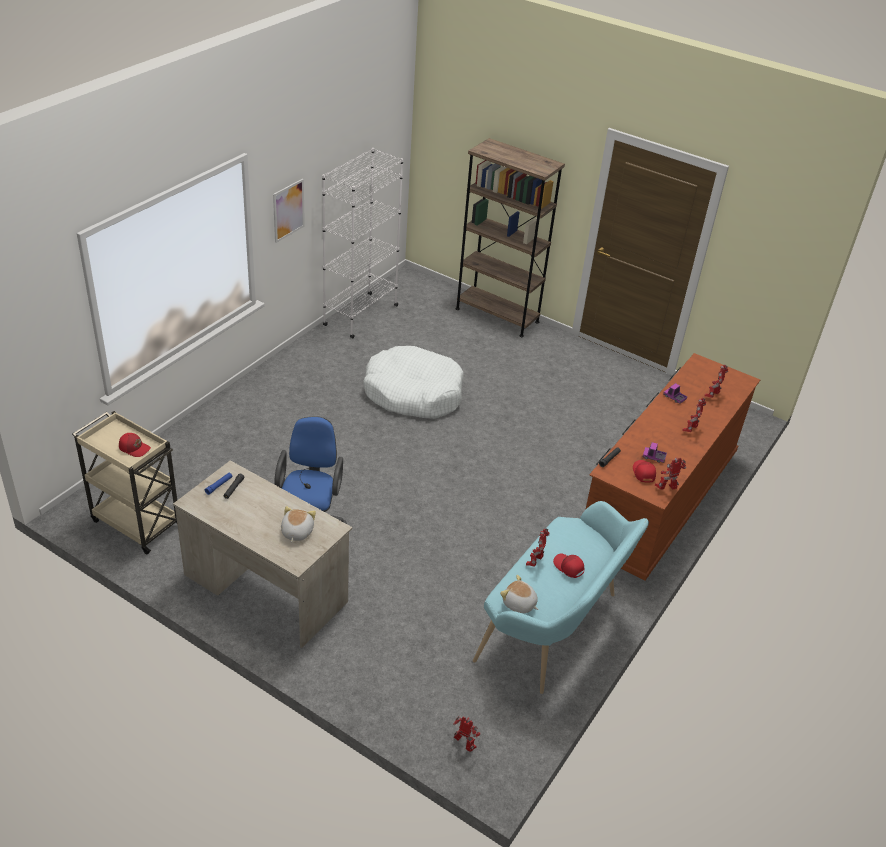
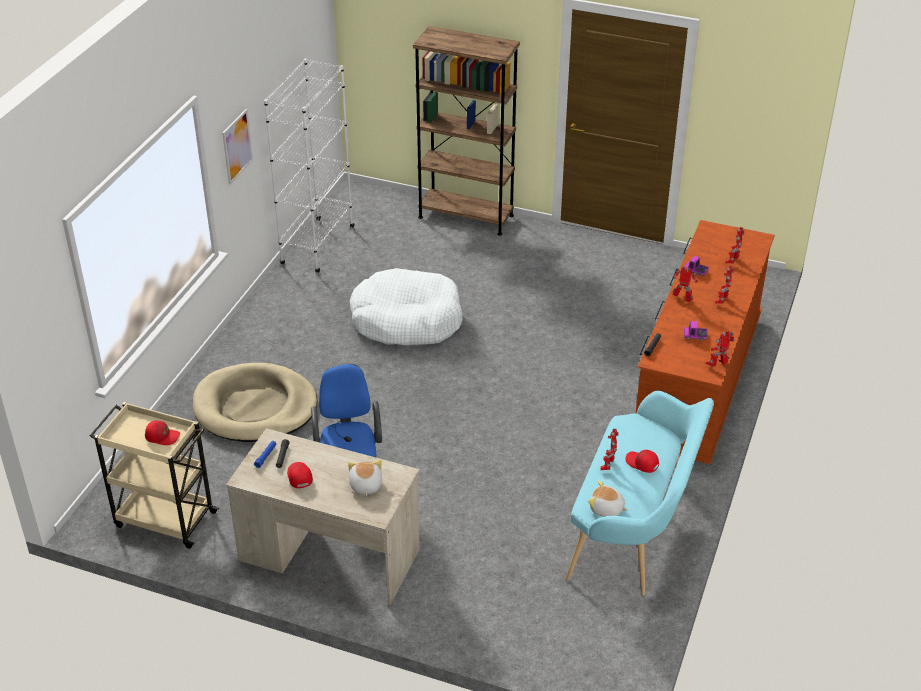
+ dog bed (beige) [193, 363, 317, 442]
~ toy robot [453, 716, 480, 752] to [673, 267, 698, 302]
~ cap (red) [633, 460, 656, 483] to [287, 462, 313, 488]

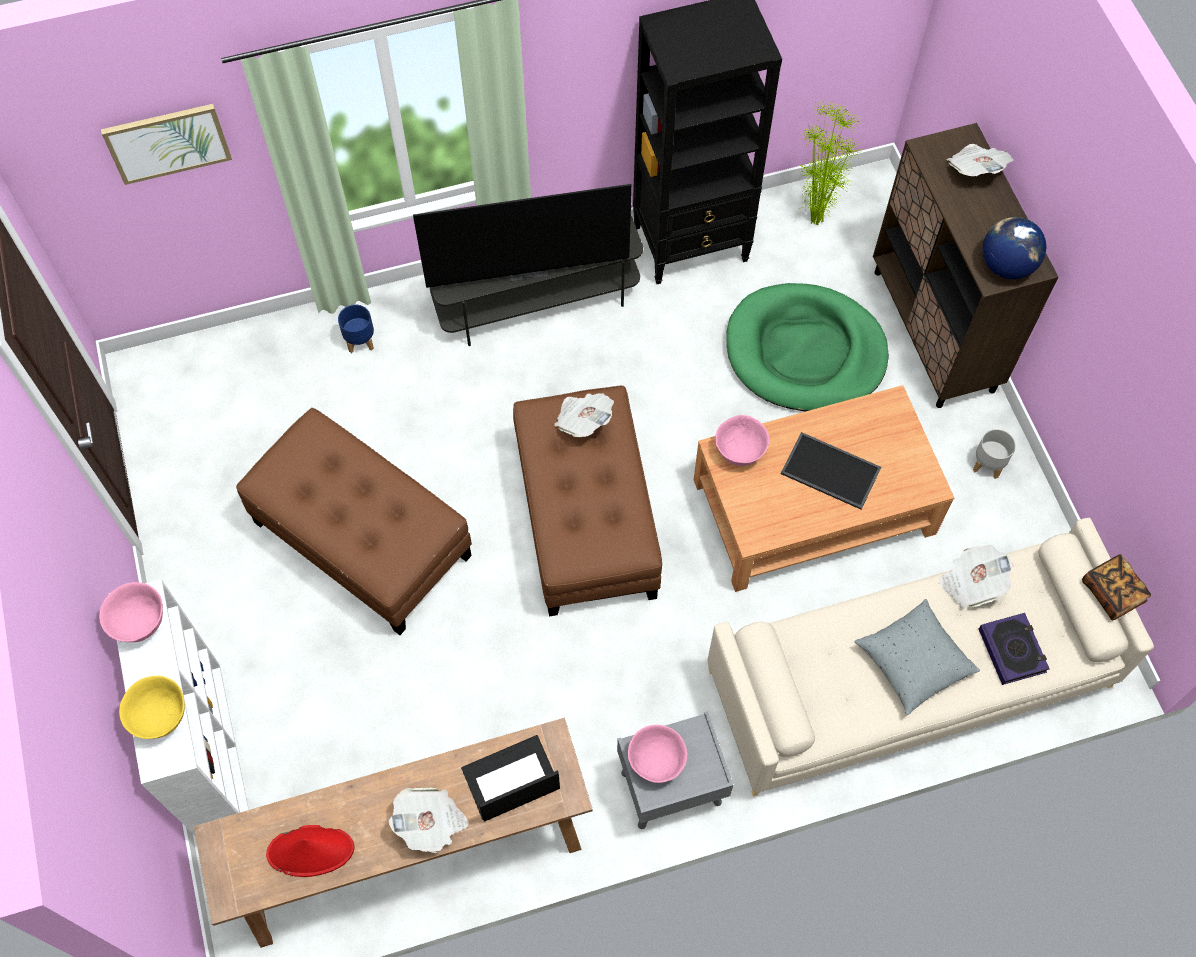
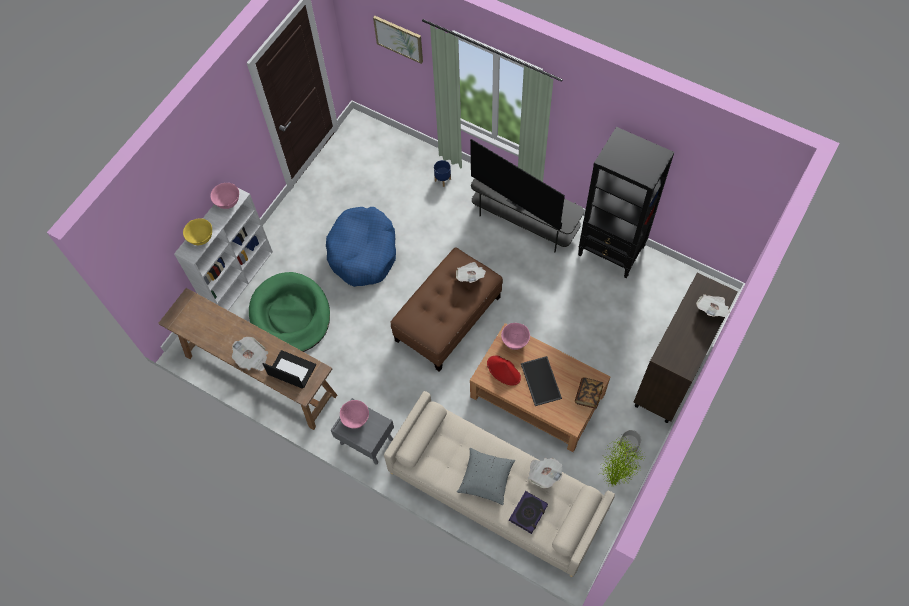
- globe [982, 217, 1046, 279]
~ hat (red) [266, 825, 354, 877] to [487, 355, 521, 386]
~ dog bed (green) [726, 283, 889, 412] to [249, 272, 330, 352]
~ potted plant [795, 101, 860, 225] to [600, 435, 645, 487]
~ book [1082, 554, 1151, 620] to [575, 377, 603, 409]
~ ottoman (brown) [236, 408, 472, 635] to dog bed (blue) [326, 207, 396, 287]

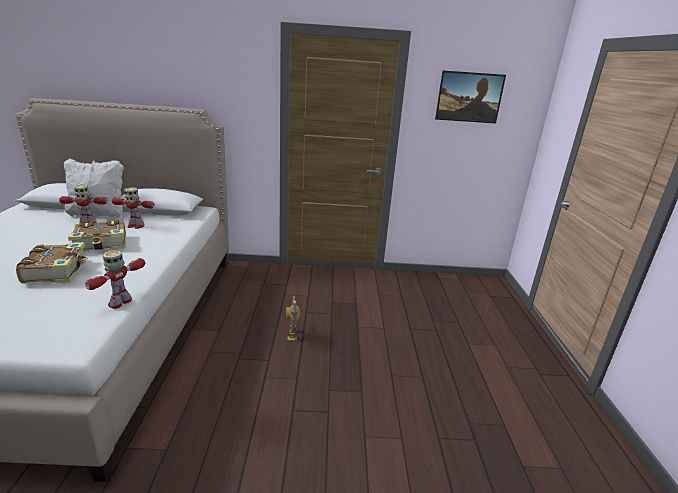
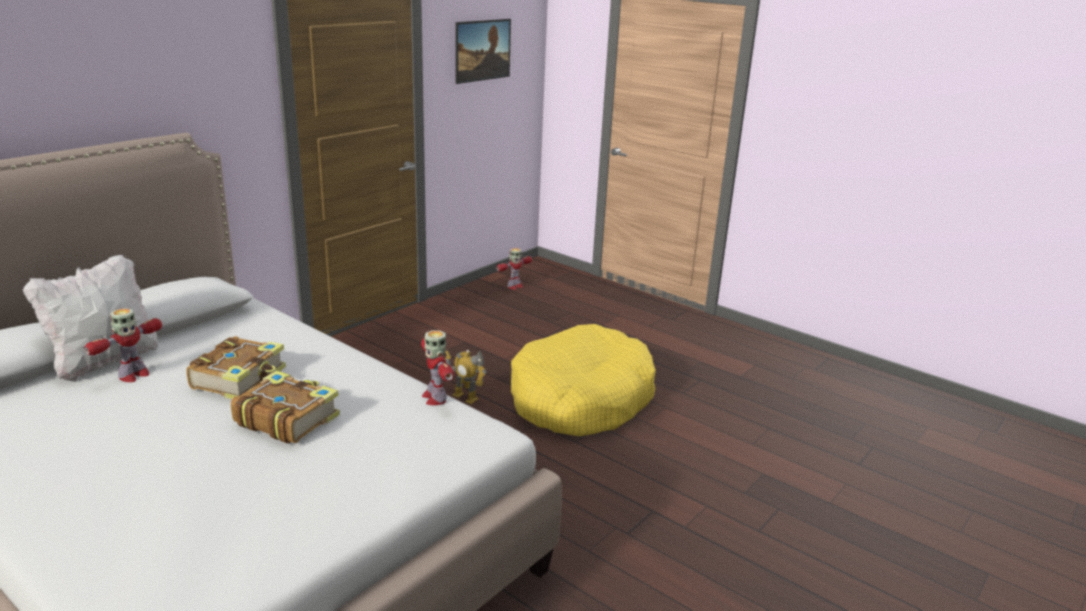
+ dog bed (yellow) [511, 324, 656, 436]
~ toy robot [112, 187, 155, 229] to [496, 248, 532, 290]

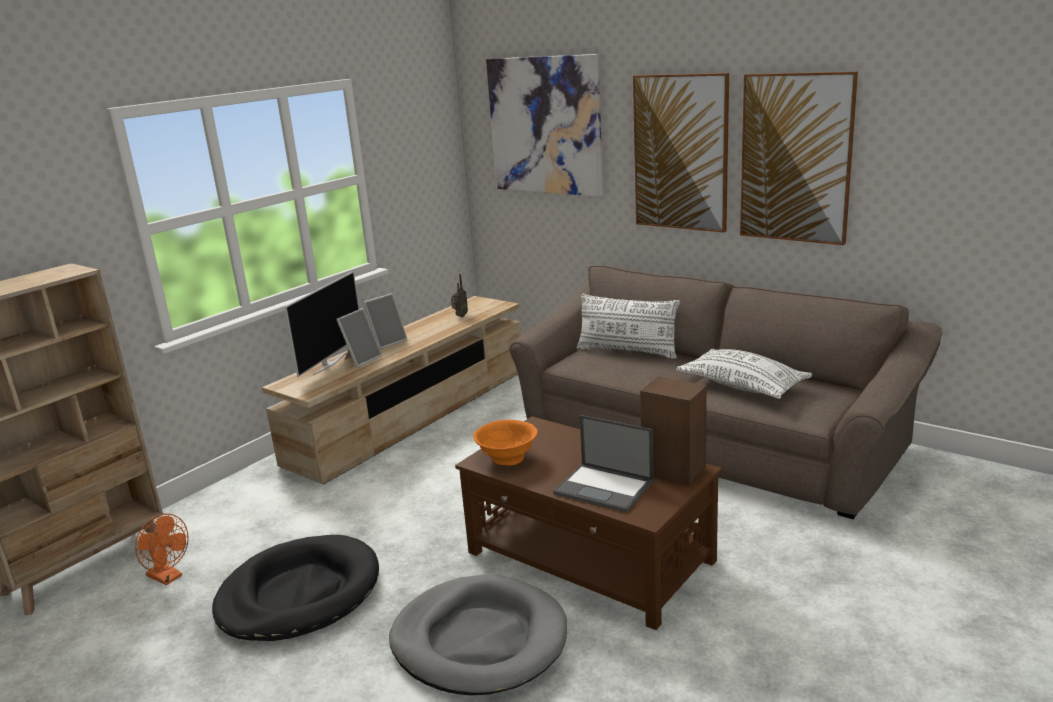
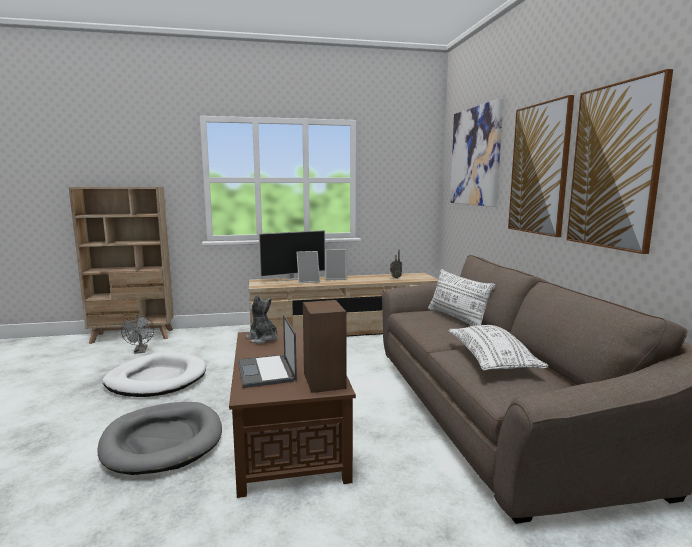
~ bowl (orange) [473, 420, 538, 466] to plush toy [246, 295, 278, 344]
~ fan (orange) [135, 514, 189, 585] to fan (grey) [121, 315, 154, 354]
~ dog bed (black) [212, 535, 379, 641] to dog bed (white) [102, 352, 206, 397]

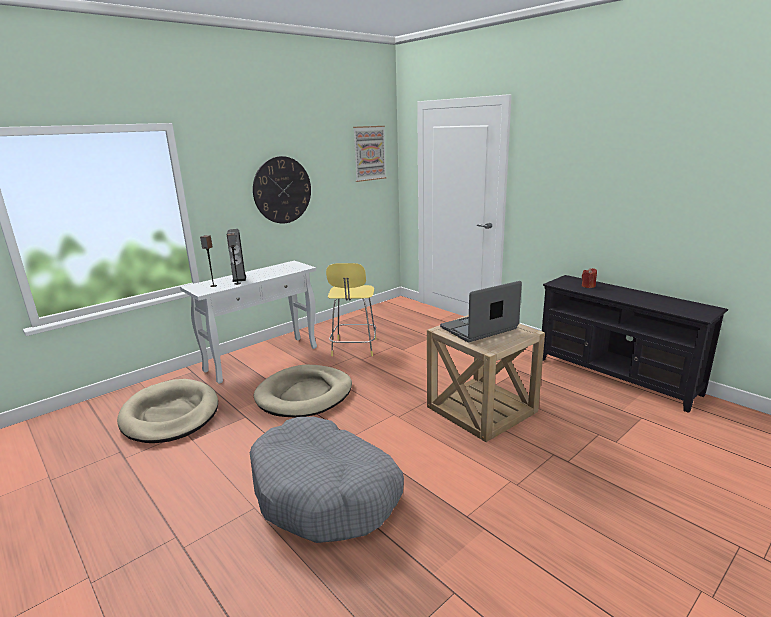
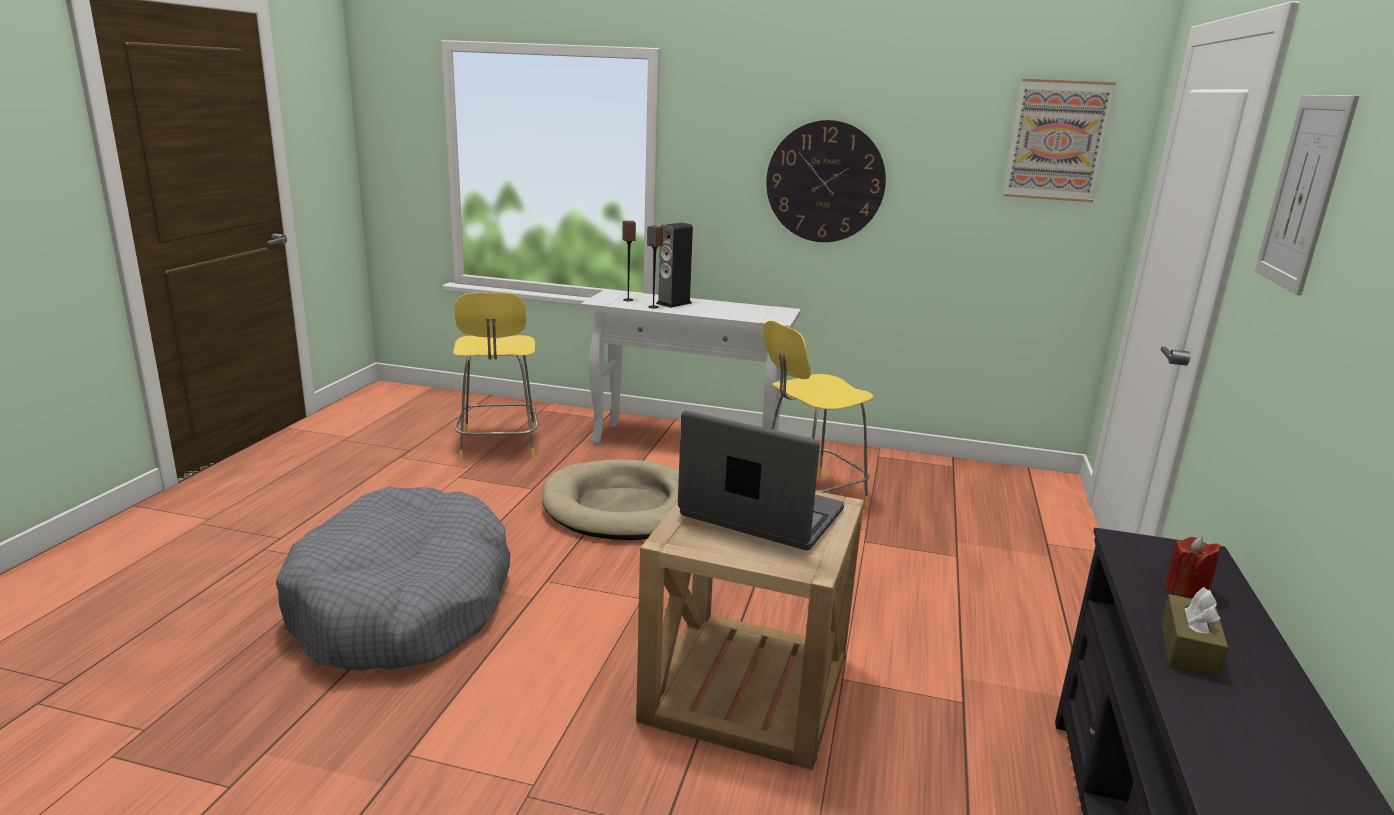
+ tissue box (brown) [1161, 587, 1228, 678]
+ picture [1255, 95, 1360, 296]
~ dog bed (beige) [117, 379, 218, 443] to stool (yellow) [453, 293, 538, 460]

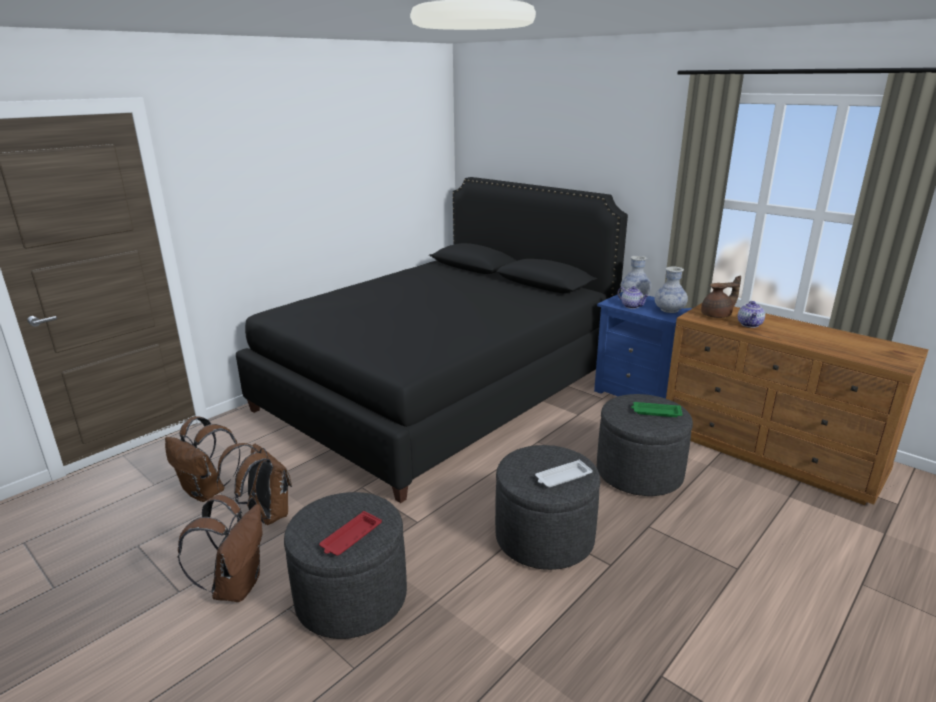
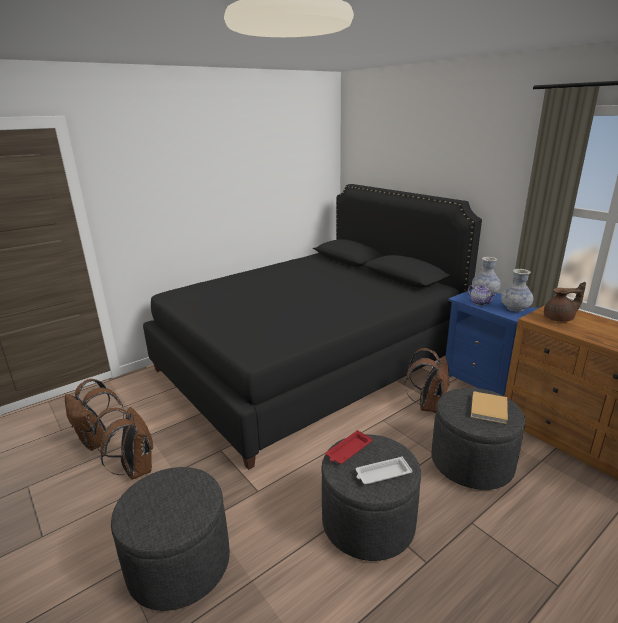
- teapot [738, 301, 765, 328]
~ backpack (brown) [178, 495, 263, 602] to [404, 348, 449, 413]
~ tray (red) [319, 511, 382, 556] to [326, 430, 373, 464]
~ tray (green) [631, 402, 683, 417] to book (beige) [471, 391, 508, 424]

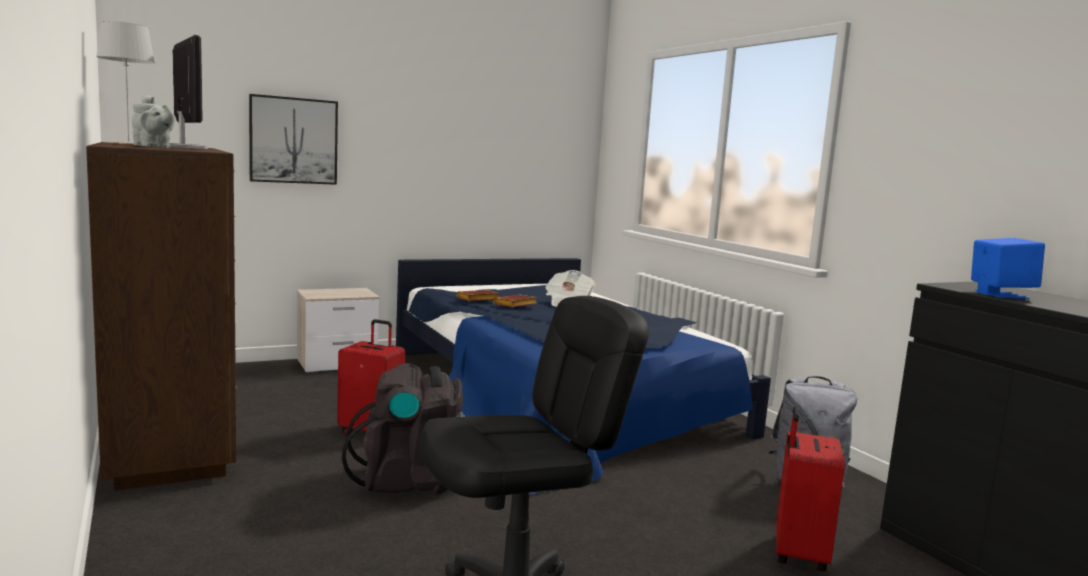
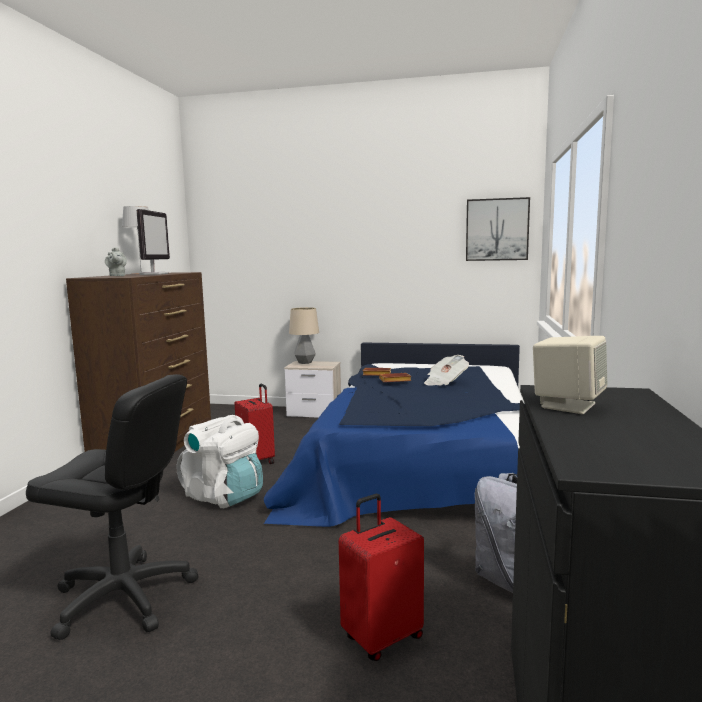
+ table lamp [289, 307, 319, 364]
~ picture [249, 94, 338, 185] to [466, 197, 530, 261]
~ backpack (black) [342, 363, 464, 494] to backpack (white) [176, 415, 263, 508]
~ speaker (blue) [971, 238, 1045, 299] to speaker (beige) [533, 336, 607, 414]

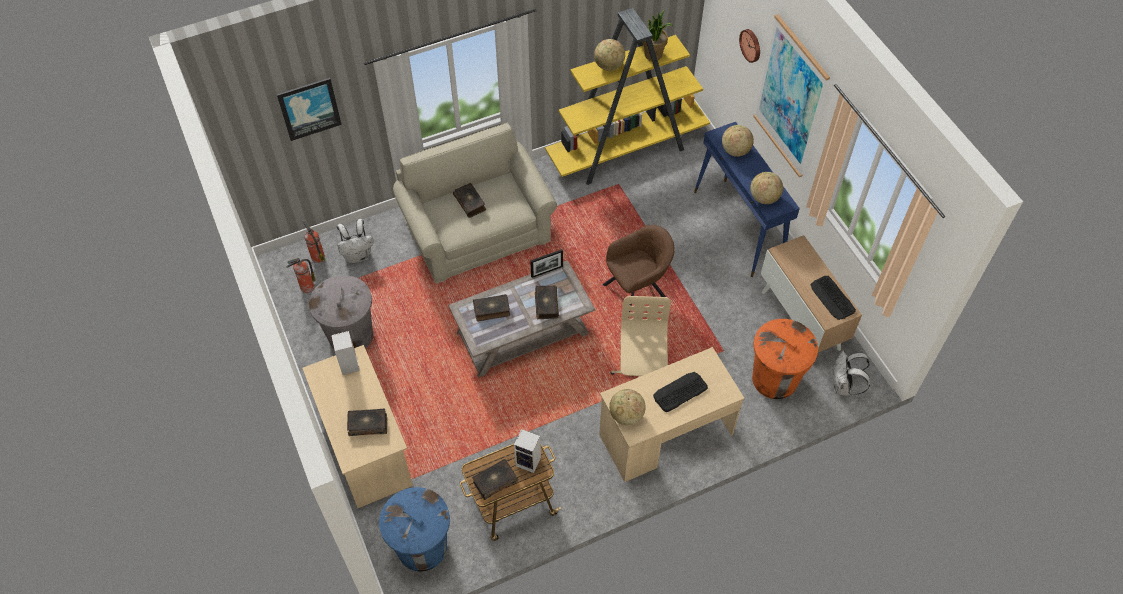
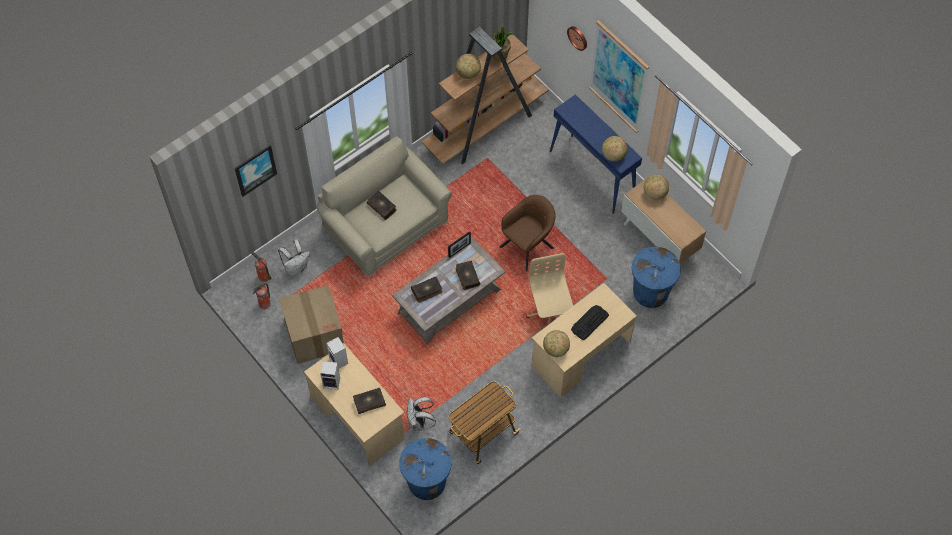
- book [472, 459, 518, 500]
- keyboard [810, 276, 856, 320]
~ speaker [514, 429, 541, 473] to [320, 361, 340, 390]
~ globe [722, 125, 754, 157] to [644, 174, 669, 200]
~ backpack (white) [833, 350, 870, 396] to [407, 397, 436, 431]
~ trash can (grey) [309, 275, 373, 349] to cardboard box [279, 285, 344, 364]
~ bookcase (yellow) [545, 8, 710, 185] to bookcase (brown) [422, 27, 549, 164]
~ trash can (orange) [752, 319, 818, 399] to trash can (blue) [632, 247, 681, 308]

